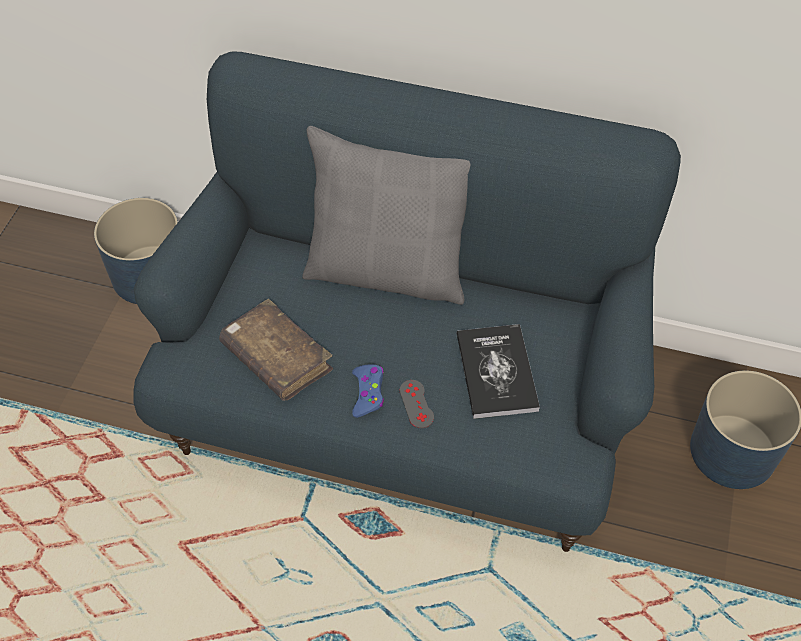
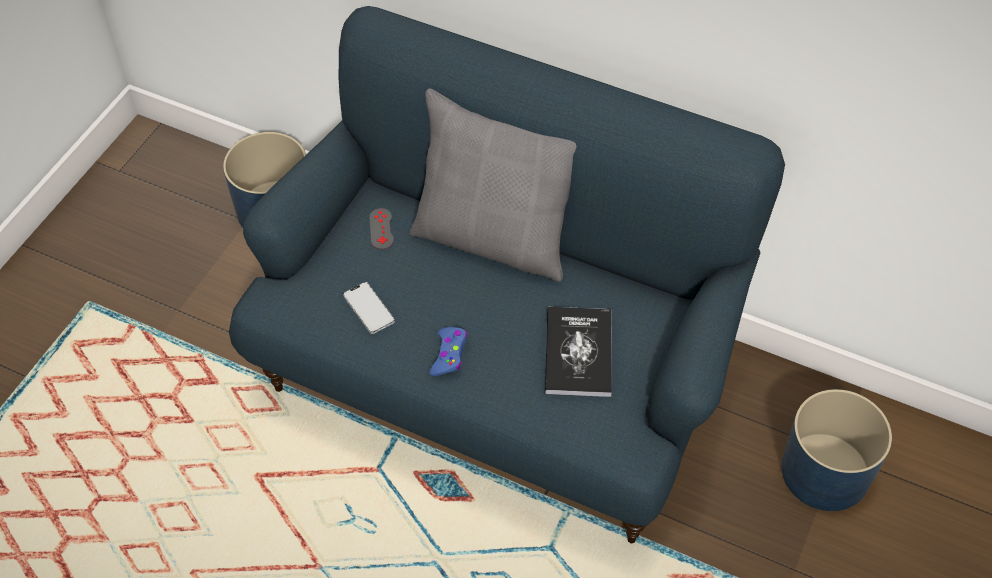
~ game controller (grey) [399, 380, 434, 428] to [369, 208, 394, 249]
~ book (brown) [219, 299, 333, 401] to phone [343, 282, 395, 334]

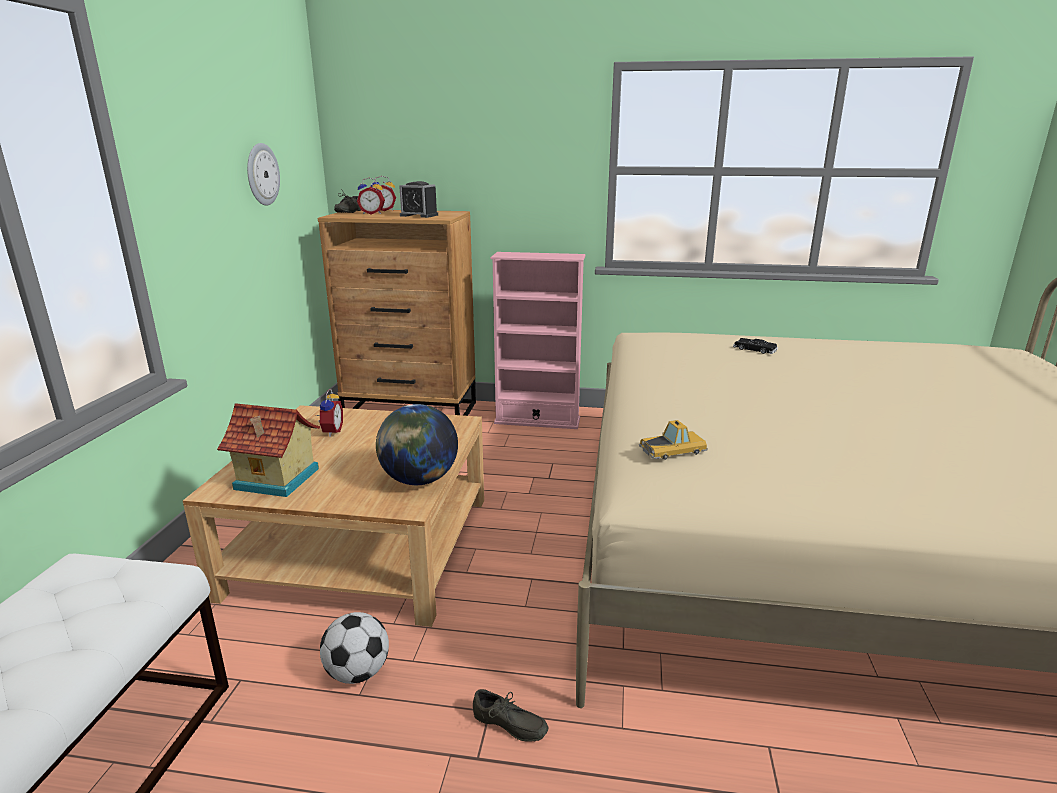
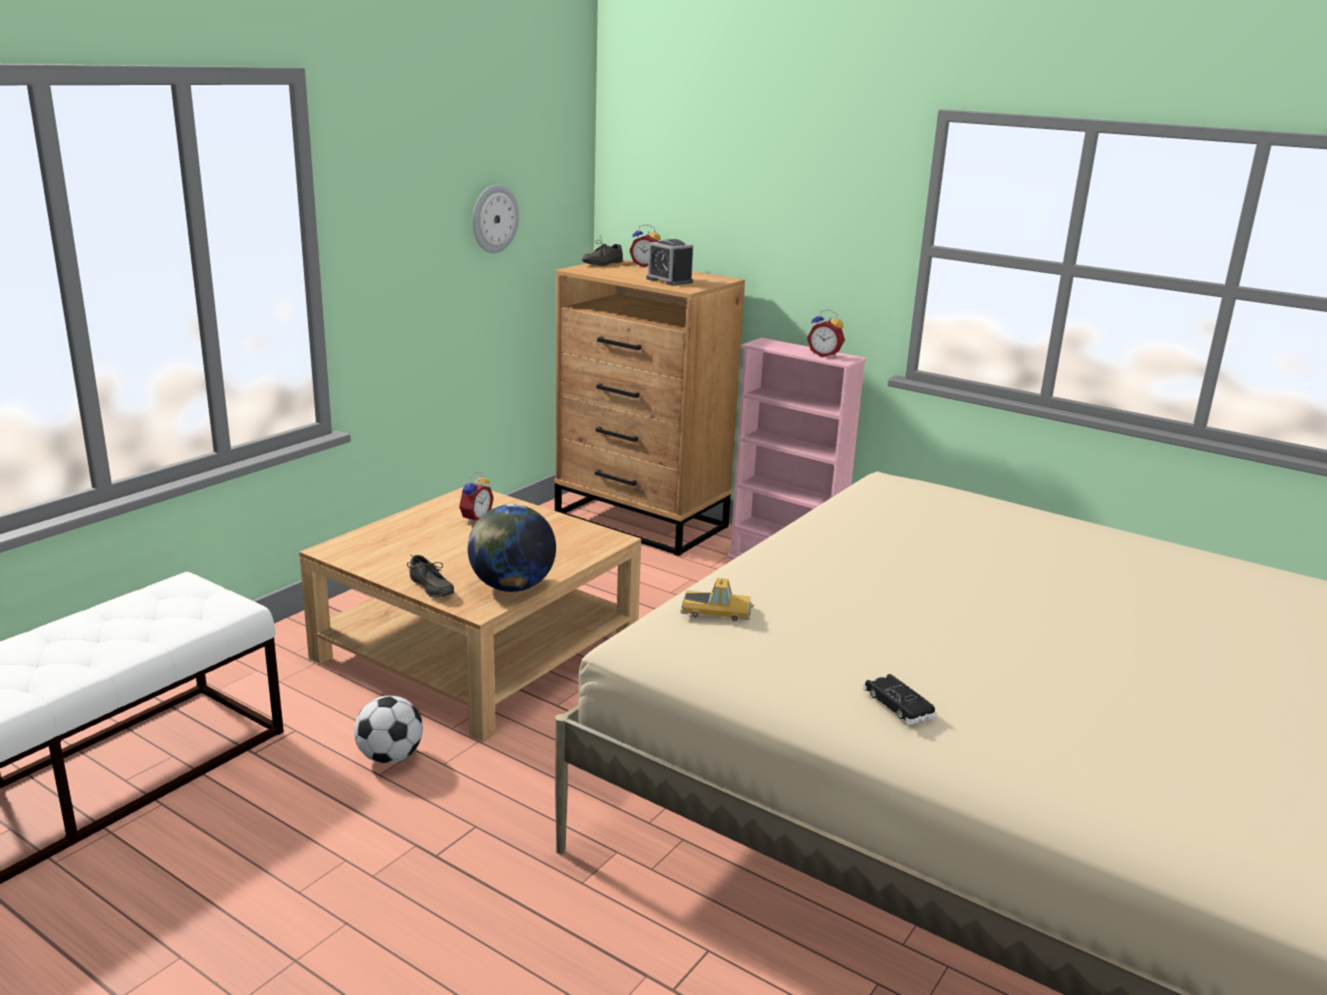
- toy house [217, 403, 320, 497]
~ alarm clock [357, 178, 385, 214] to [807, 309, 845, 358]
~ shoe (grey) [473, 689, 549, 742] to [407, 555, 454, 598]
~ toy car (black) [733, 338, 778, 354] to [862, 674, 937, 725]

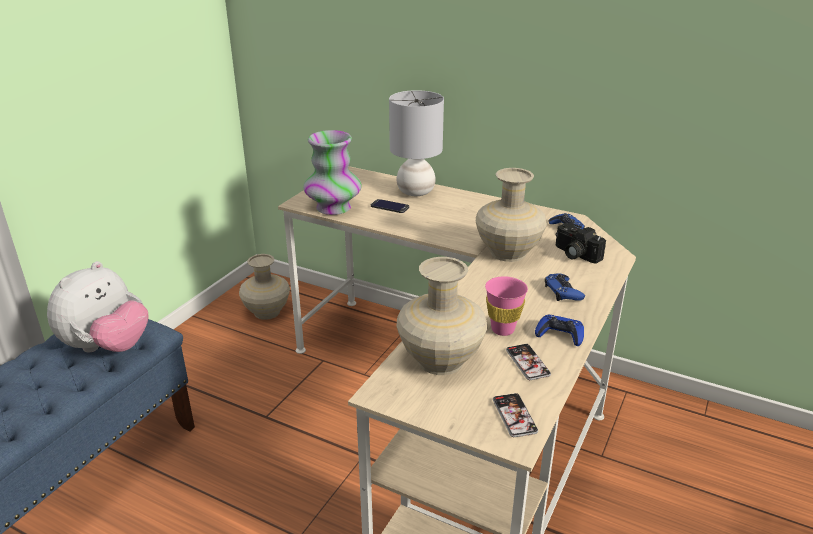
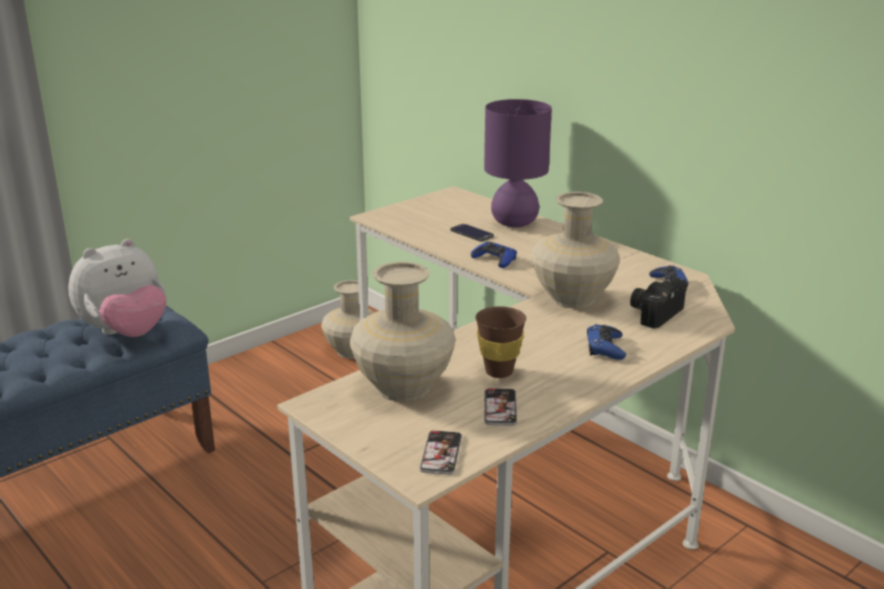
- vase [303, 130, 362, 215]
~ game controller (blue) [535, 315, 584, 346] to [471, 242, 517, 268]
~ table lamp (grey) [389, 90, 444, 196] to table lamp (purple) [484, 99, 552, 227]
~ cup (pink) [485, 276, 528, 336] to cup (brown) [475, 306, 526, 378]
~ photo camera [555, 223, 606, 264] = [630, 277, 687, 329] 60 degrees clockwise

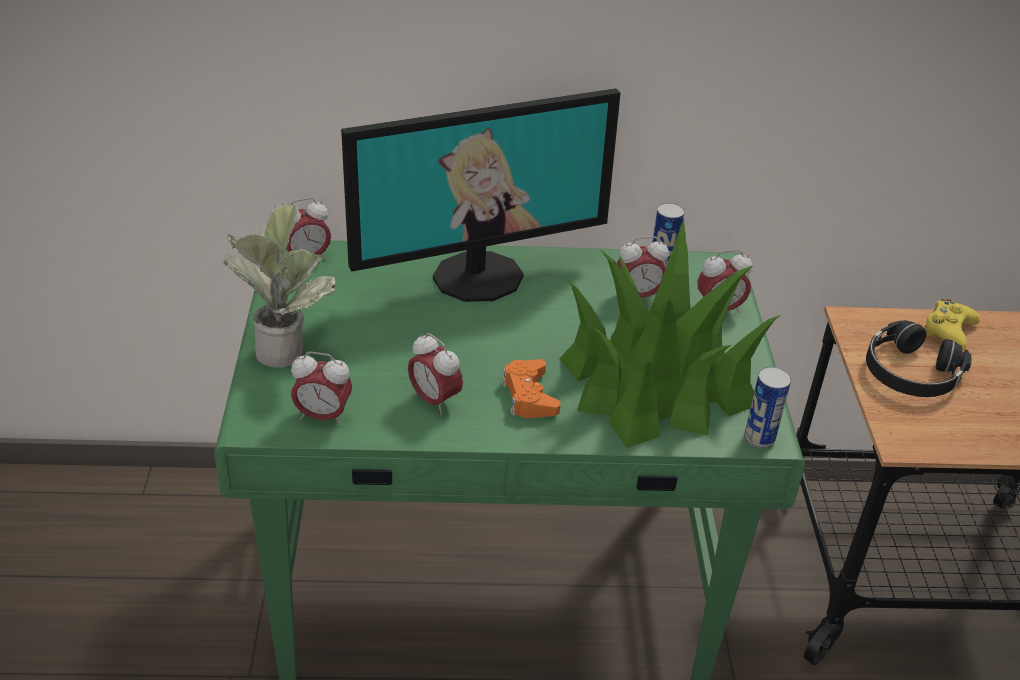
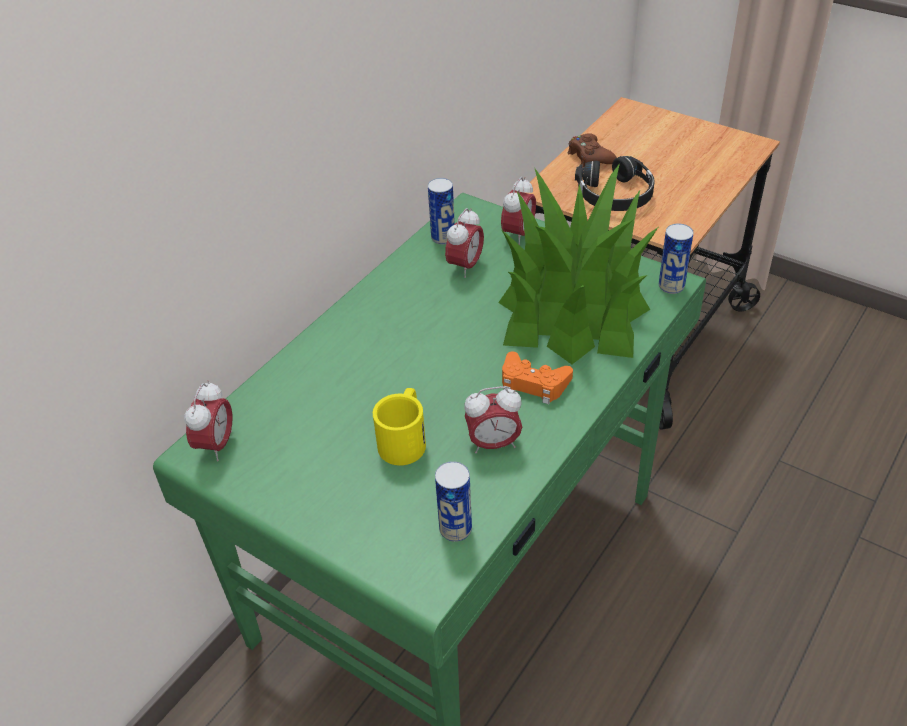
- potted plant [221, 204, 336, 368]
- monitor [341, 88, 621, 302]
+ mug (yellow) [373, 388, 426, 466]
~ alarm clock [291, 351, 352, 426] to can [435, 461, 472, 542]
~ game controller (yellow) [924, 299, 980, 351] to game controller (brown) [568, 133, 617, 167]

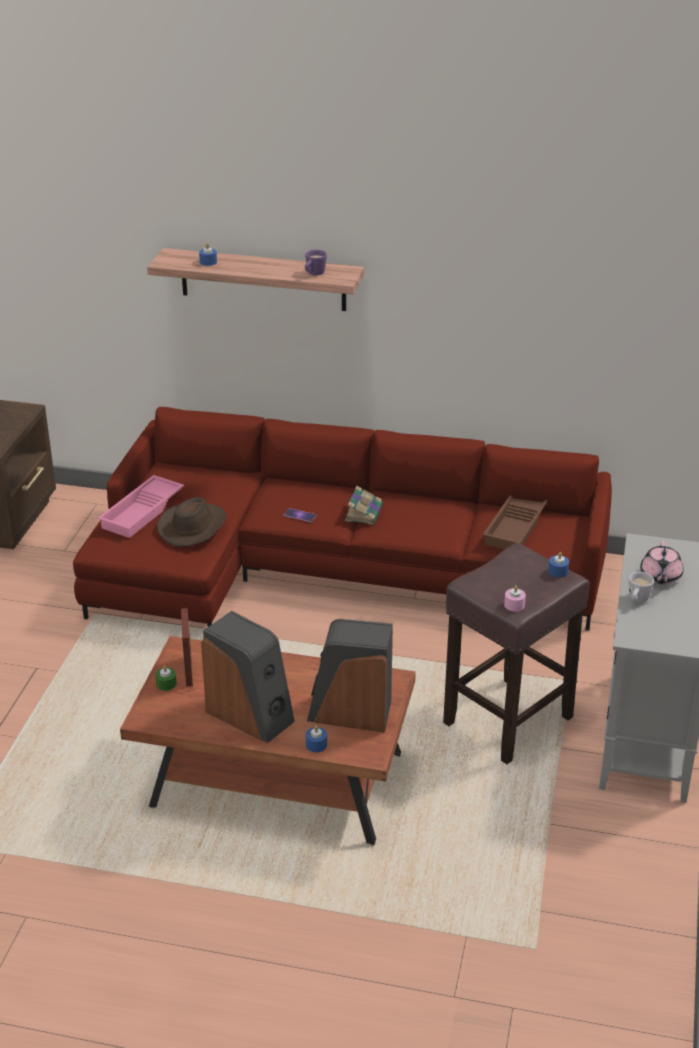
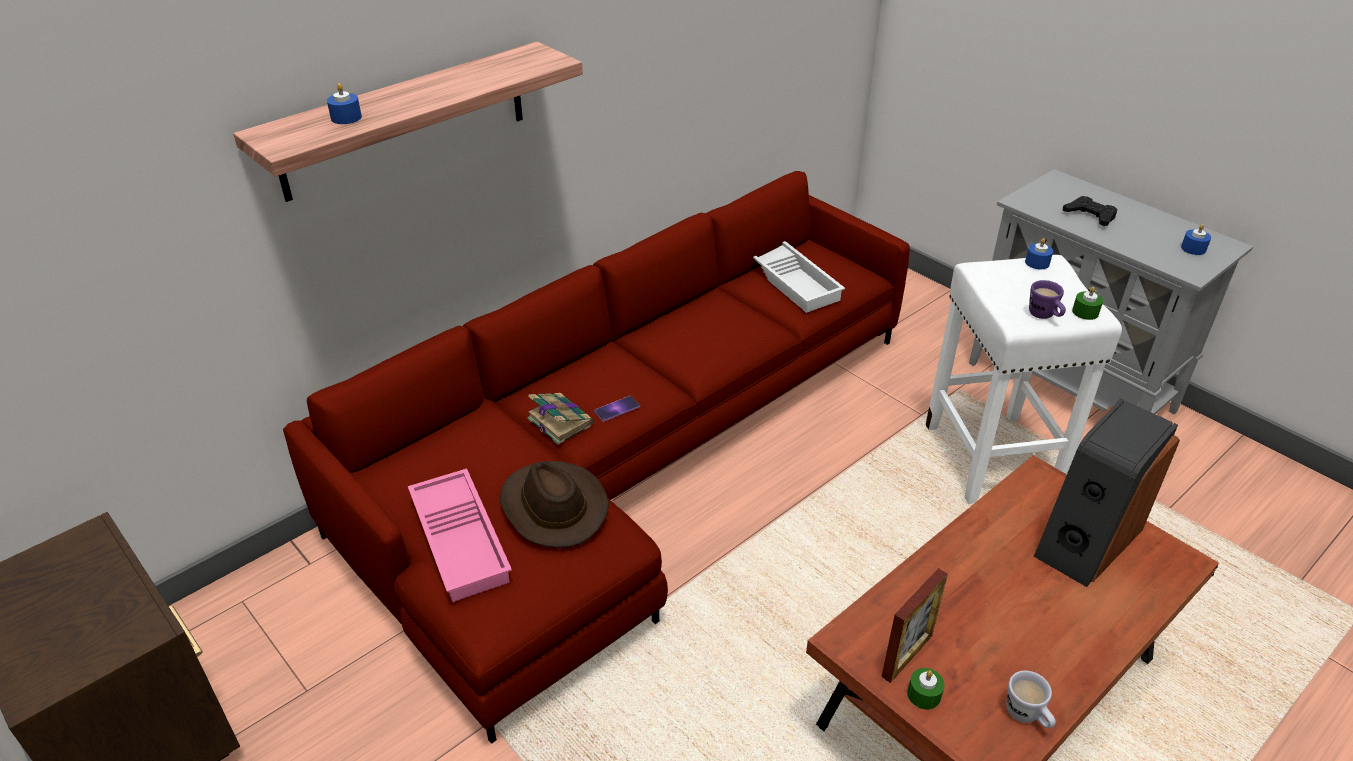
- speaker [201, 611, 295, 743]
~ mug (purple) [305, 250, 327, 275] to [1029, 280, 1066, 319]
~ candle (blue) [306, 725, 327, 752] to [1181, 224, 1211, 255]
~ book [345, 486, 383, 525] to [527, 393, 593, 445]
~ mug (white) [629, 572, 654, 603] to [1006, 671, 1056, 729]
~ teapot (pink) [640, 541, 683, 584] to game controller (black) [1063, 196, 1117, 226]
~ stool (brown) [443, 543, 590, 764] to stool (white) [926, 255, 1122, 504]
~ tray (brown) [483, 495, 548, 550] to tray (white) [753, 241, 845, 313]
~ candle (pink) [504, 585, 526, 612] to candle (green) [1072, 287, 1103, 320]
~ picture frame [181, 608, 193, 687] = [882, 568, 948, 683] 75 degrees counterclockwise

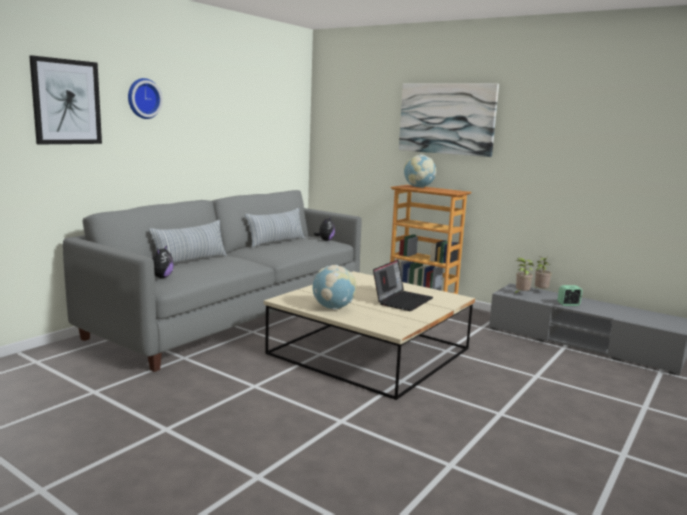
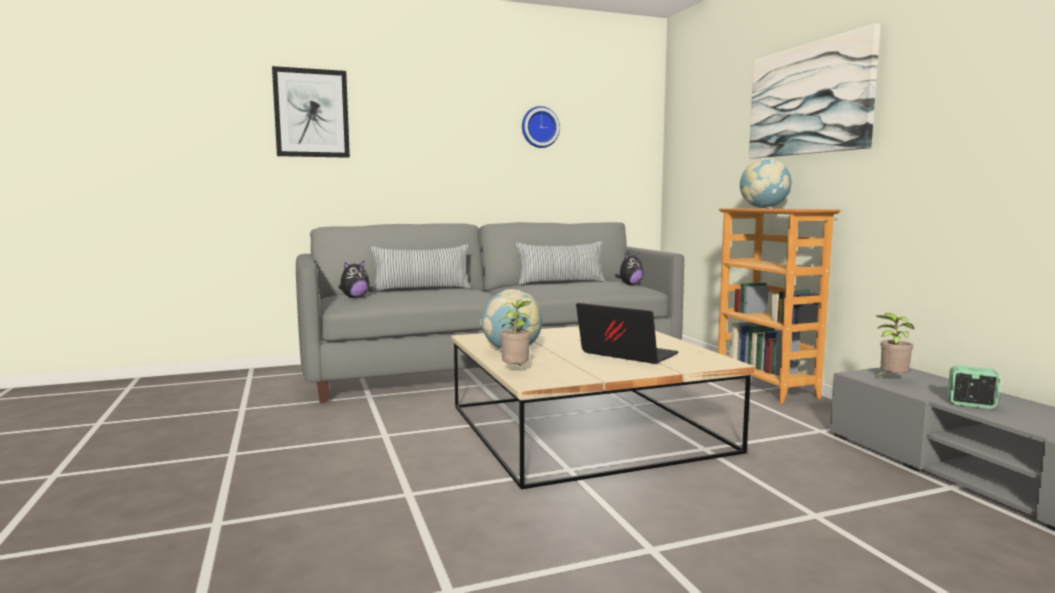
~ wall clock [128, 78, 163, 119] to [522, 106, 560, 148]
~ potted plant [535, 256, 552, 288] to [499, 300, 532, 366]
~ laptop [373, 259, 433, 311] = [576, 303, 679, 364] 120 degrees counterclockwise

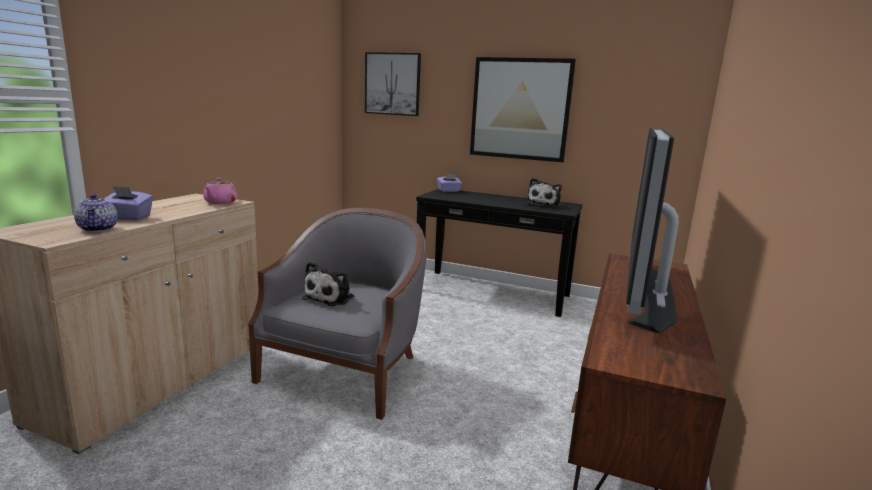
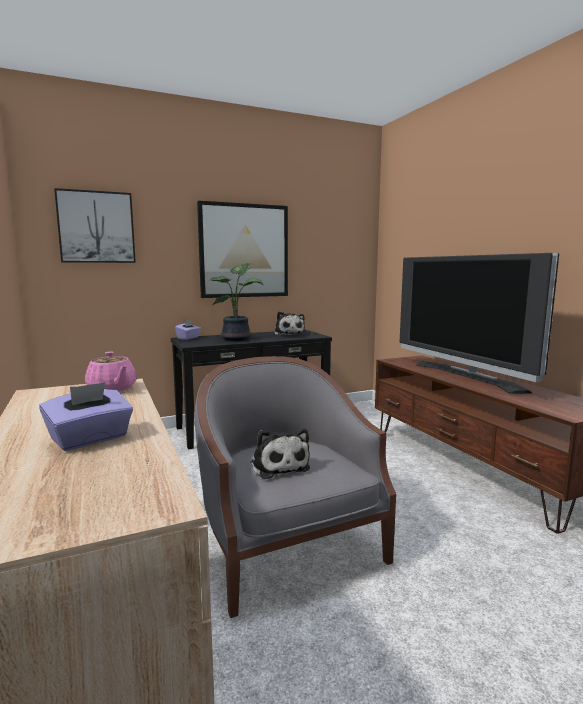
- teapot [74, 194, 118, 232]
+ potted plant [209, 263, 263, 341]

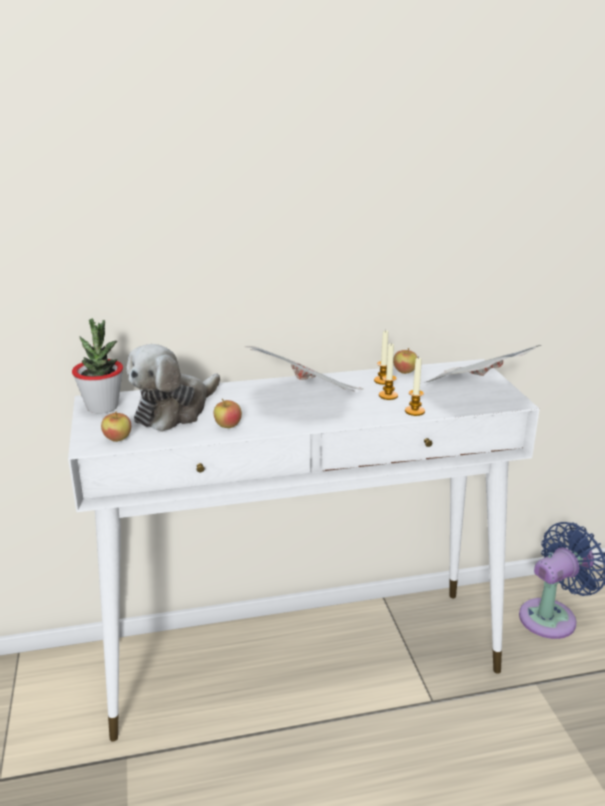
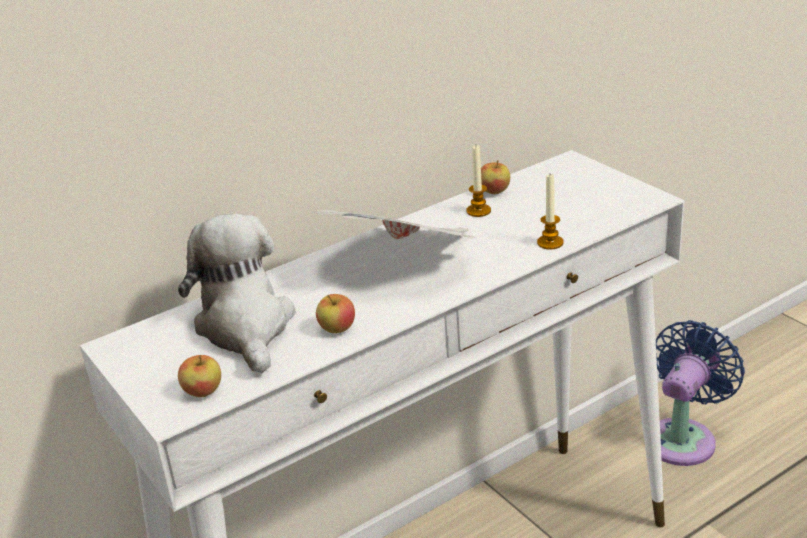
- potted plant [72, 318, 123, 414]
- candle [379, 343, 398, 400]
- newspaper [420, 345, 541, 384]
~ plush toy [126, 344, 220, 432] = [178, 214, 295, 374] 150 degrees clockwise

